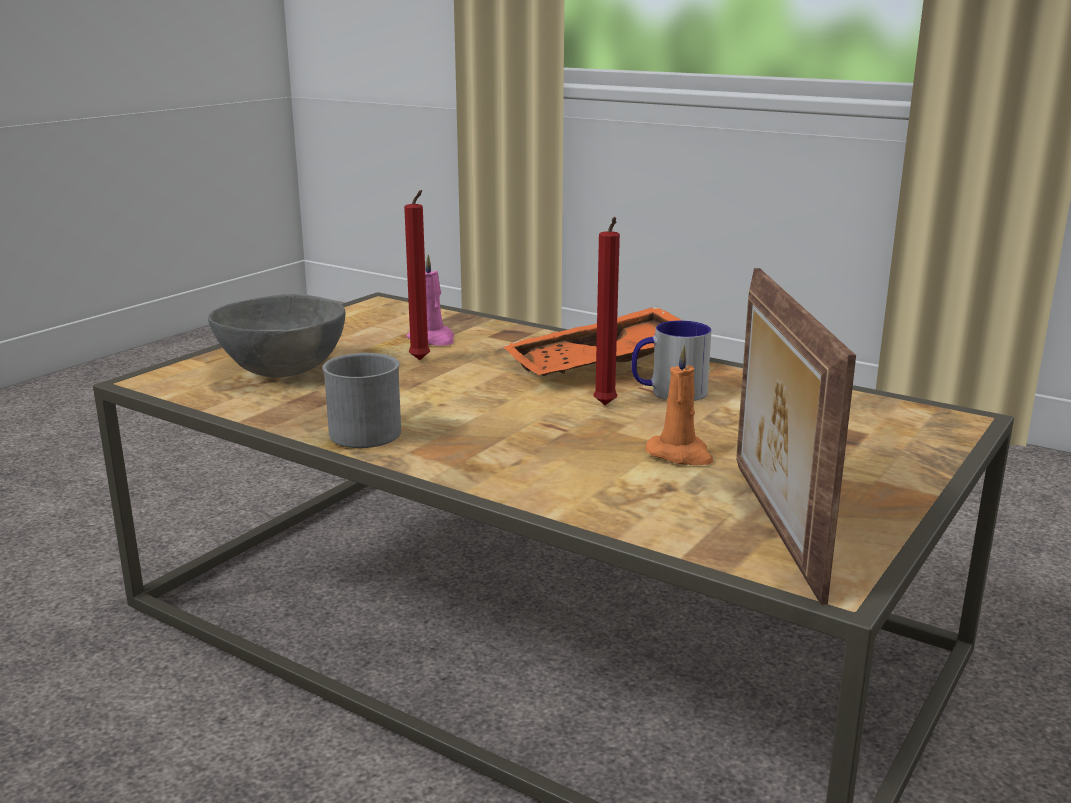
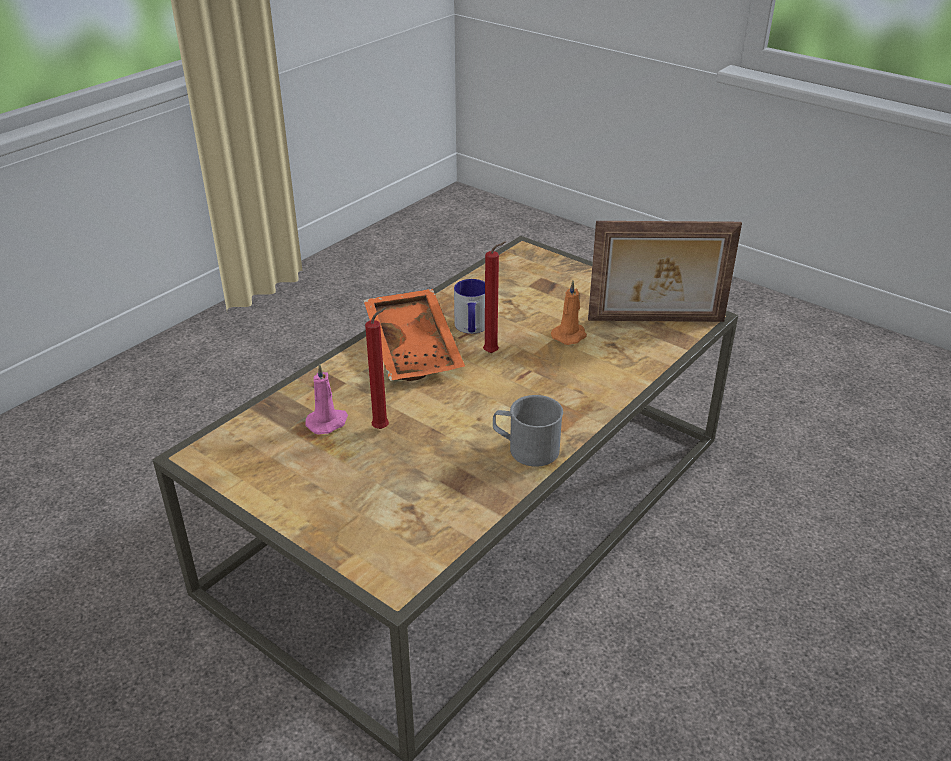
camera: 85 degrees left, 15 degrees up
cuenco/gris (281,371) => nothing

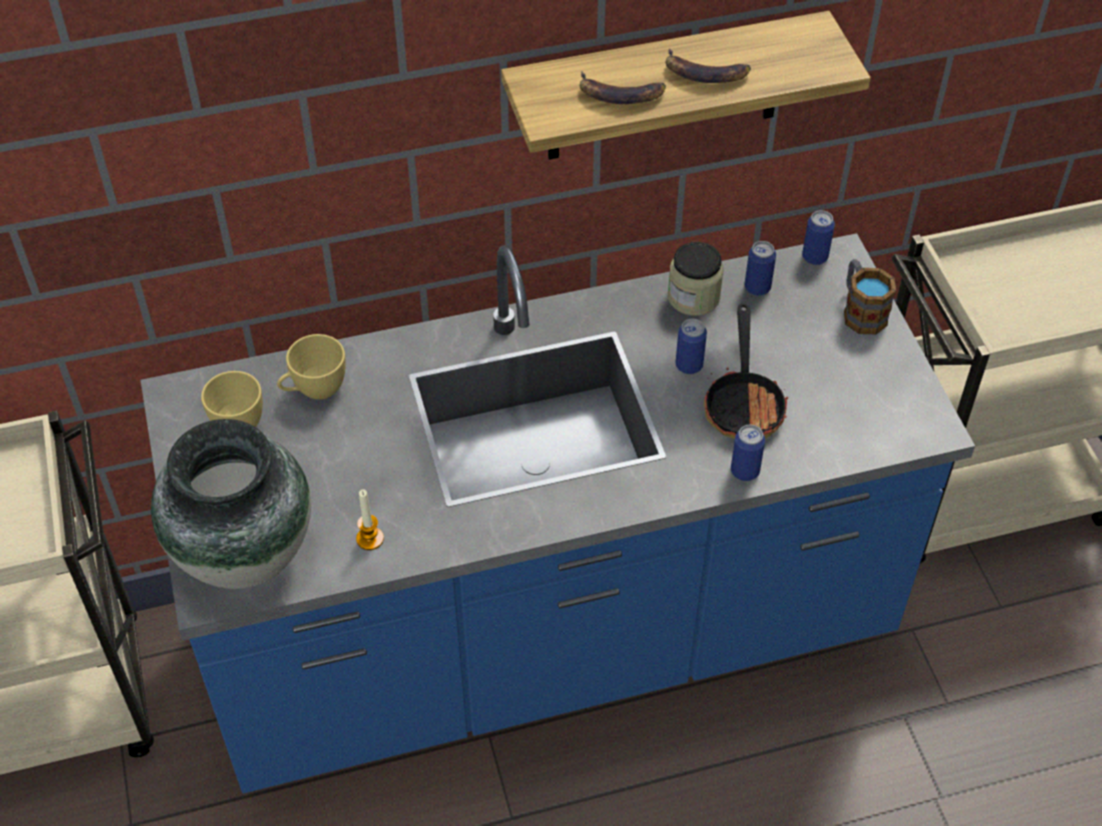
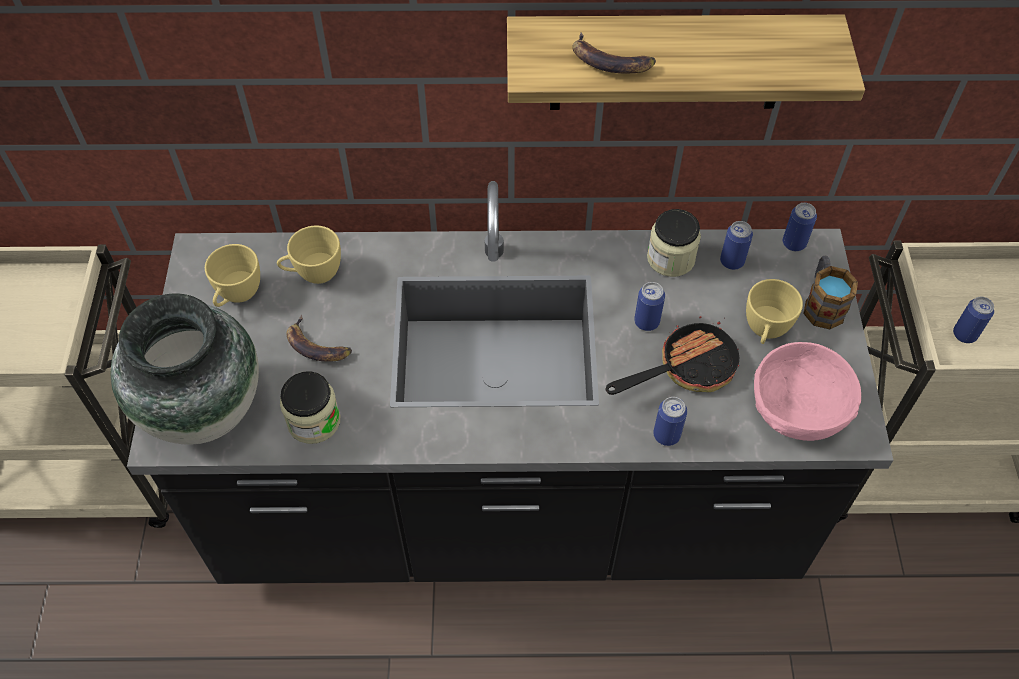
camera: 15 degrees right, 5 degrees up
mueble bajo de cocina/azul (551,636) => mueble bajo de cocina/negro (509,507)
vela (370,539) => tarro (314,421)
plátano (705,73) => plátano (317,345), shifted
sartén (744,402) => sartén (686,368), 135 degrees counterclockwise
nothing => taza/amarillo (764,331)
nothing => cuenco/rosa (796,408)
nothing => lata (964,334)

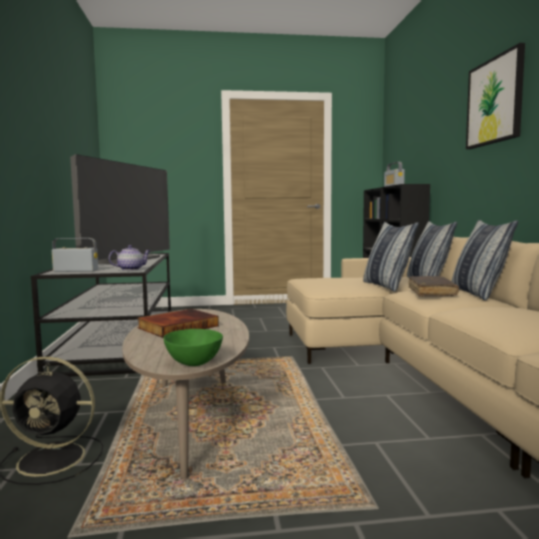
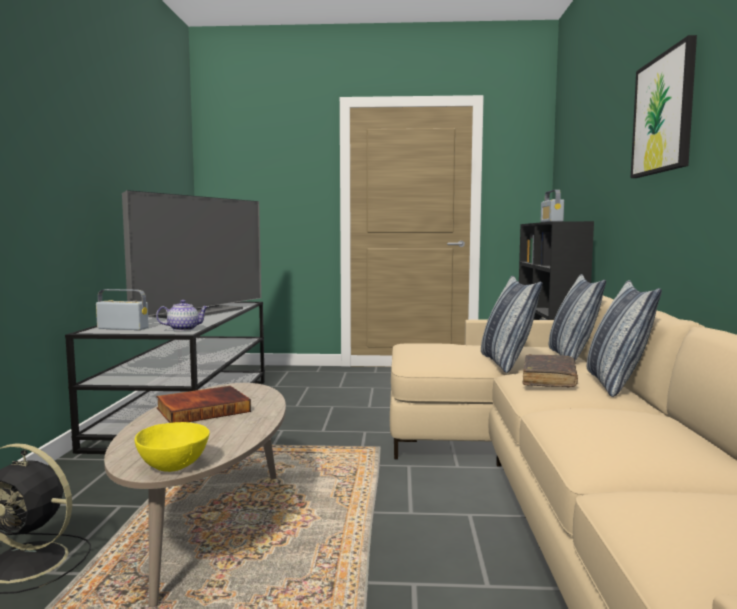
camera: 10 degrees right, 0 degrees up
cuenco/verde (194,362) => cuenco/amarillo (173,465)

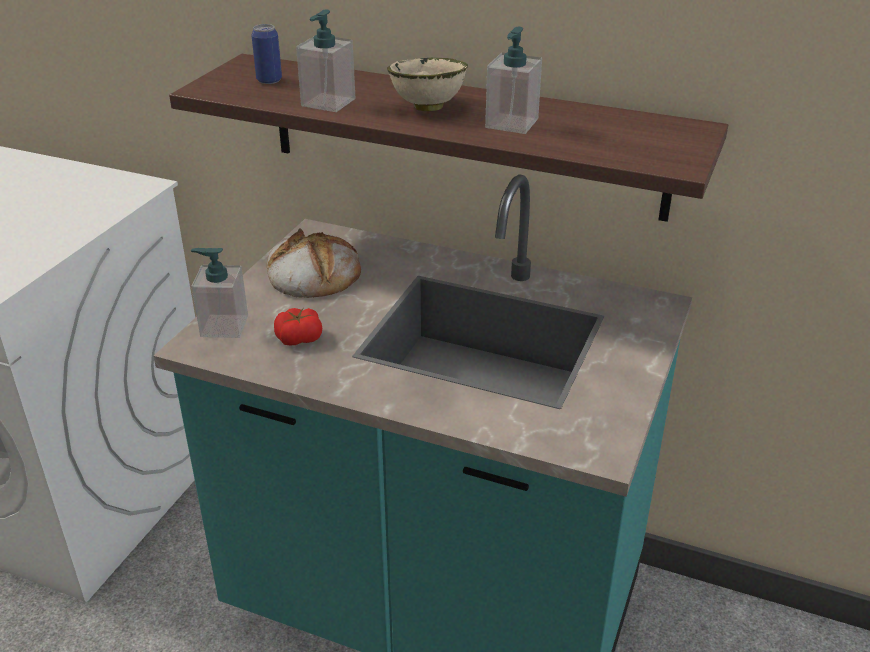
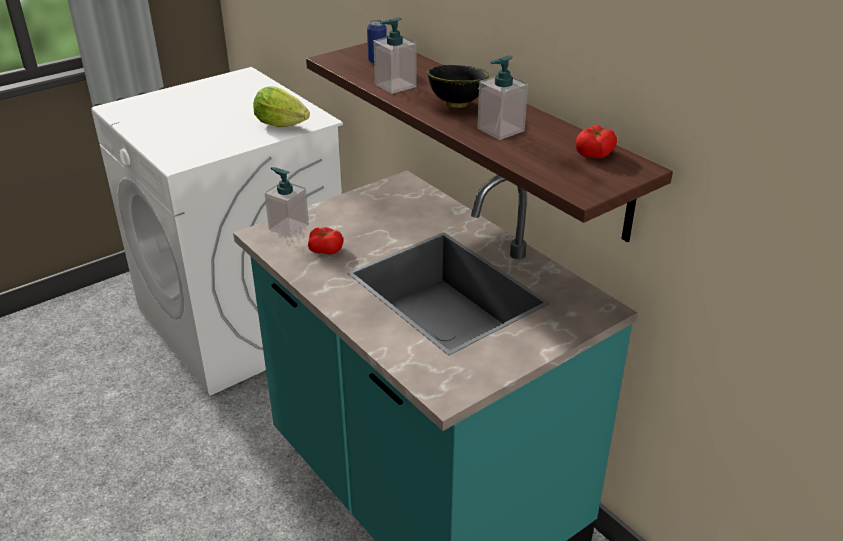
camera: 30 degrees right, 0 degrees up
pan (312,273) => nothing
cuenco/beis (426,108) => cuenco/negro (455,104)
nothing => lechuga (284,126)
nothing => tomate (594,153)

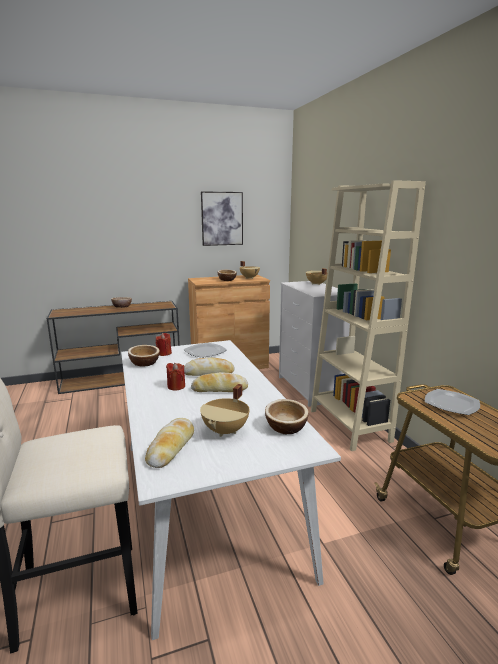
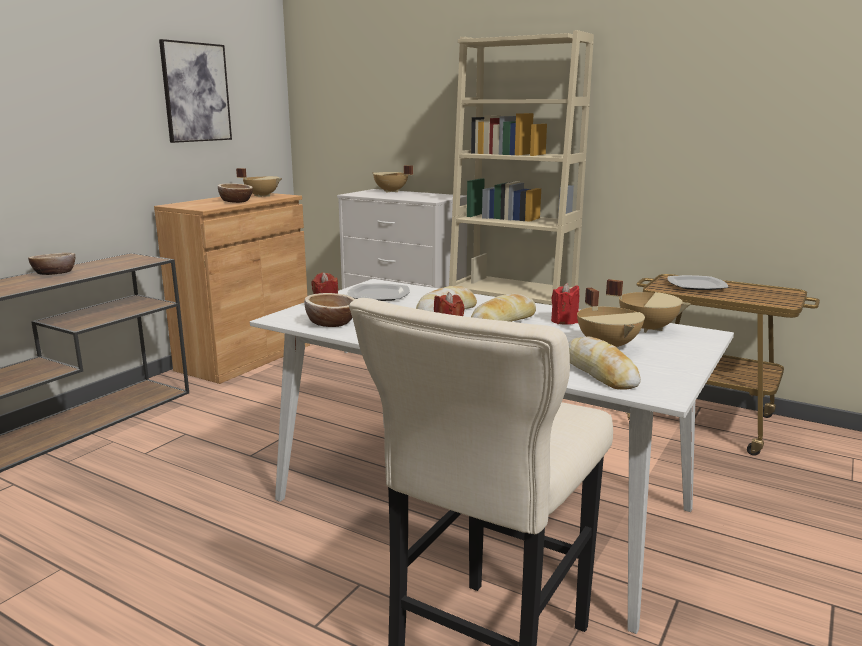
camera: 40 degrees left, 0 degrees up
cuenco (286,427) => olla/beis (647,328)
nothing => vela/rojo (564,321)

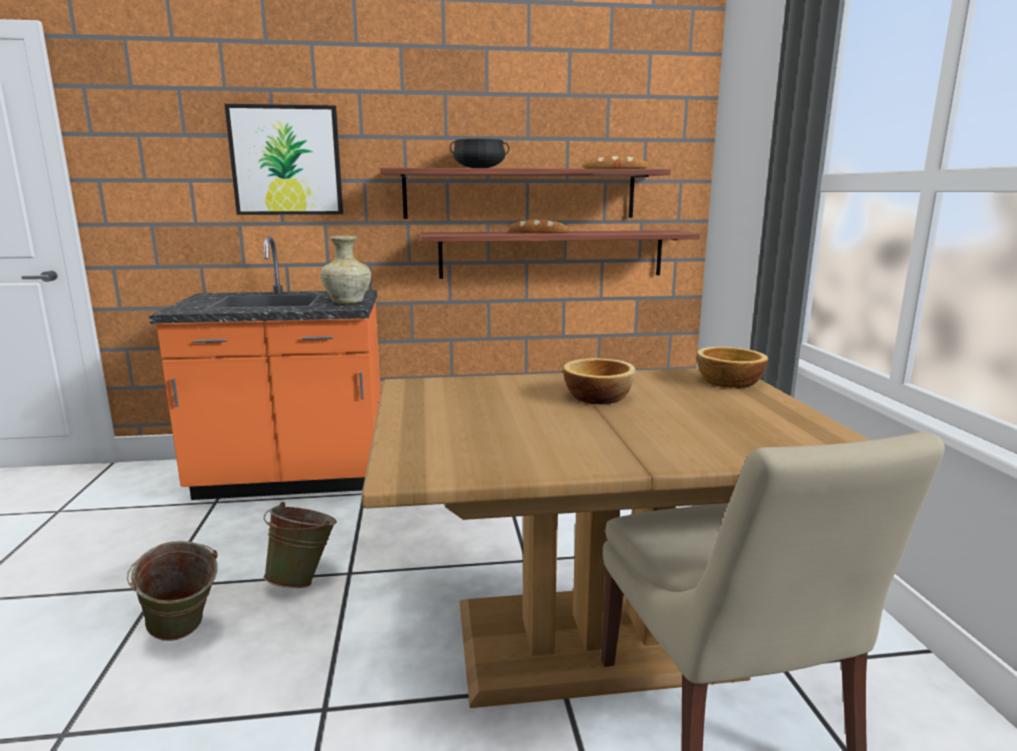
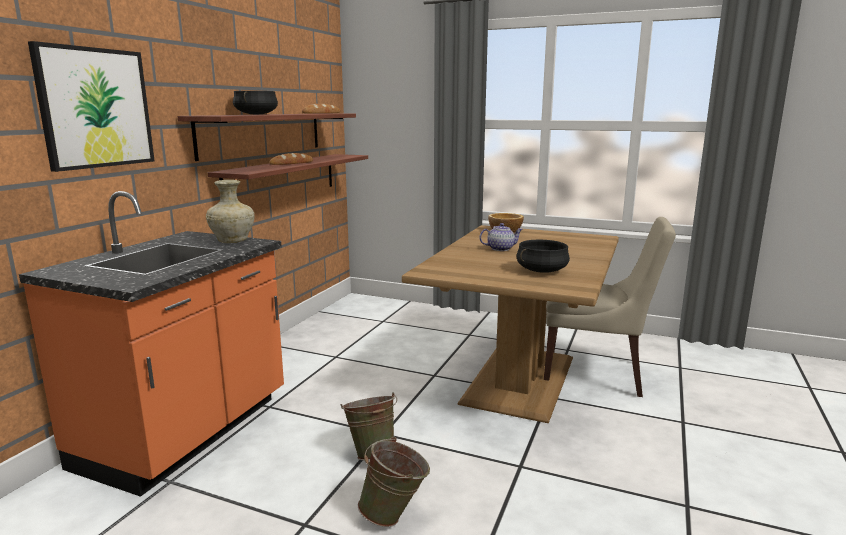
camera: 60 degrees left, 0 degrees up
cuenco (597,397) => tetera (500,248)
nothing => olla/negro (541,270)

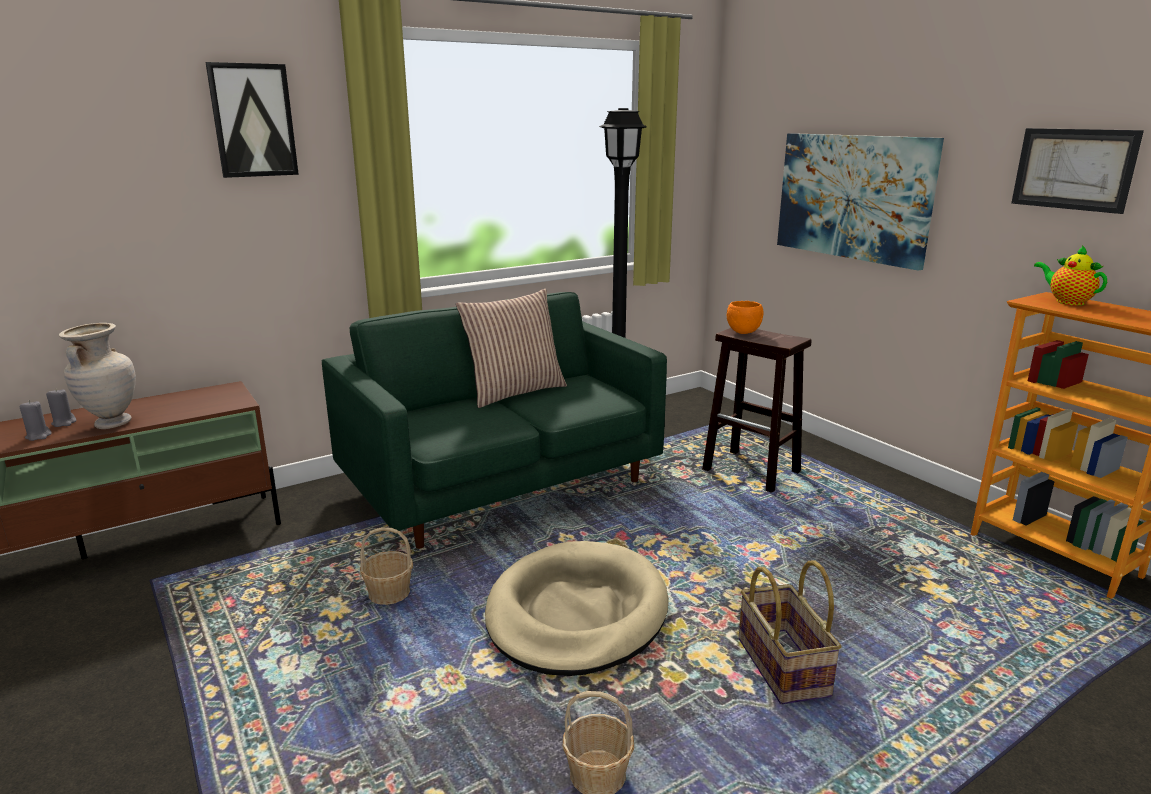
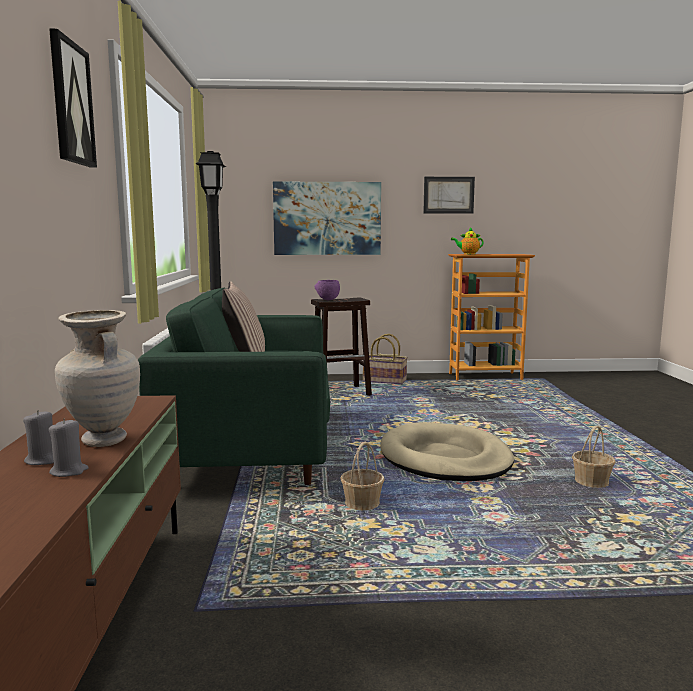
camera: 60 degrees left, 10 degrees down
cuenco/naranja (743,332) => cuenco/morado (327,300)
cesta (780,666) => cesta (384,381), shifted

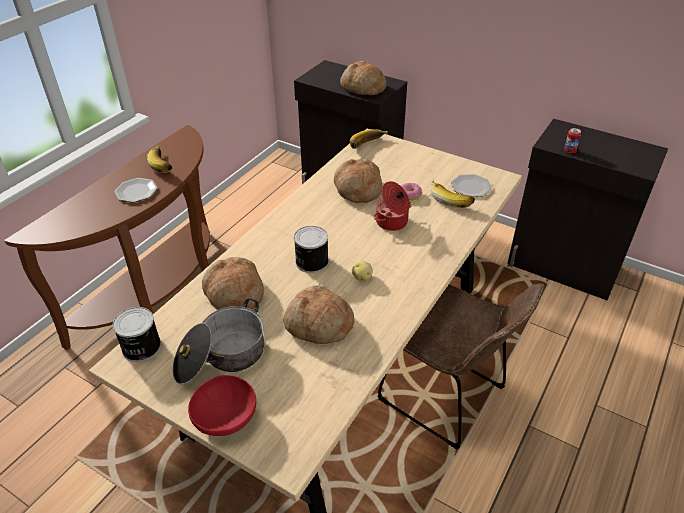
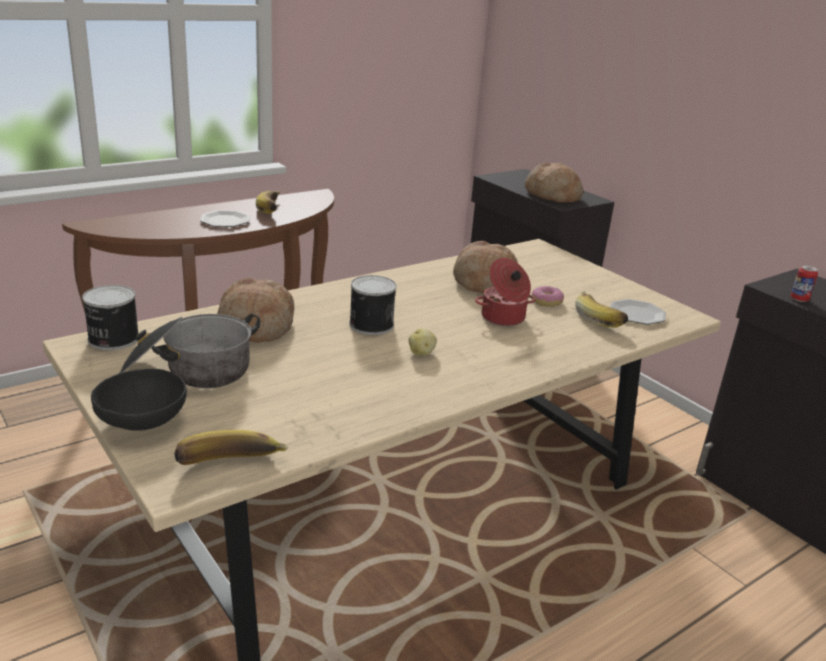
camera: 20 degrees right, 15 degrees down
cuenco/rojo (226,419) => cuenco/negro (142,423)
pan (318,324) => nothing
plátano (368,145) => plátano (230,466), shifted
silla/marrón (447,397) => nothing

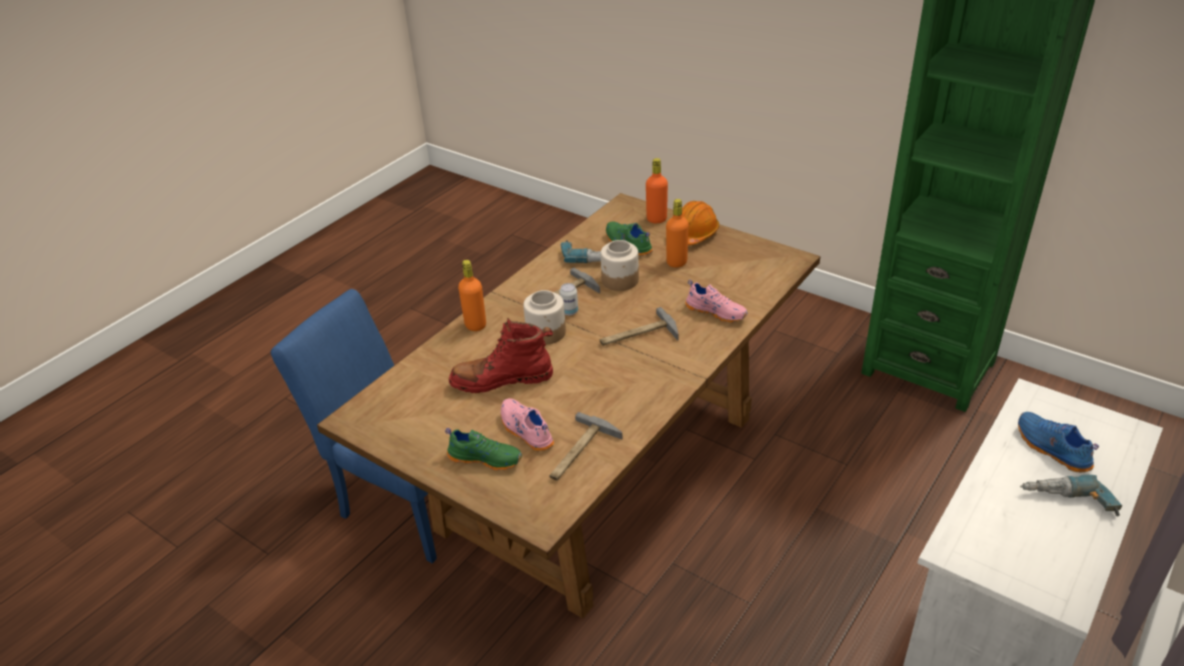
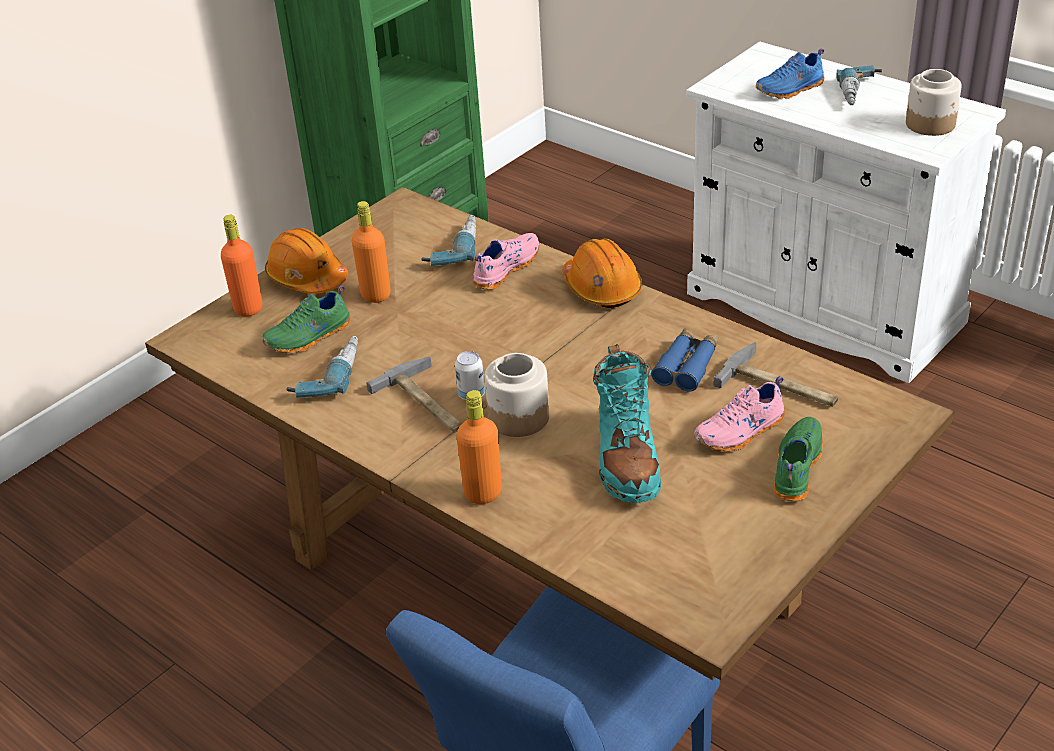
camera: 85 degrees left, 0 degrees up
bota/rojo (502,380) => bota/turquesa (626,458)
martillo (638,335) => nothing
tarro (620,280) => tarro (931,124), shifted
nothing => taladro (452,248)
nothing => casco/naranja (602,288)
nothing => prismáticos/azul (687,366)

